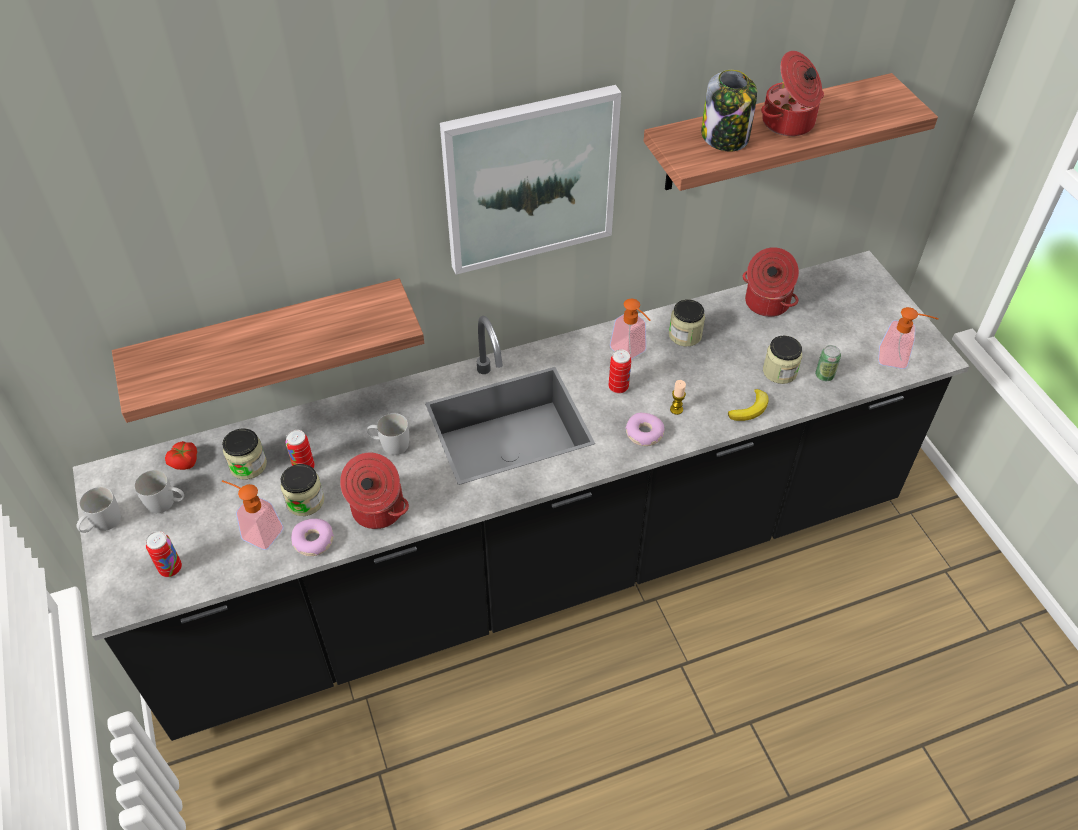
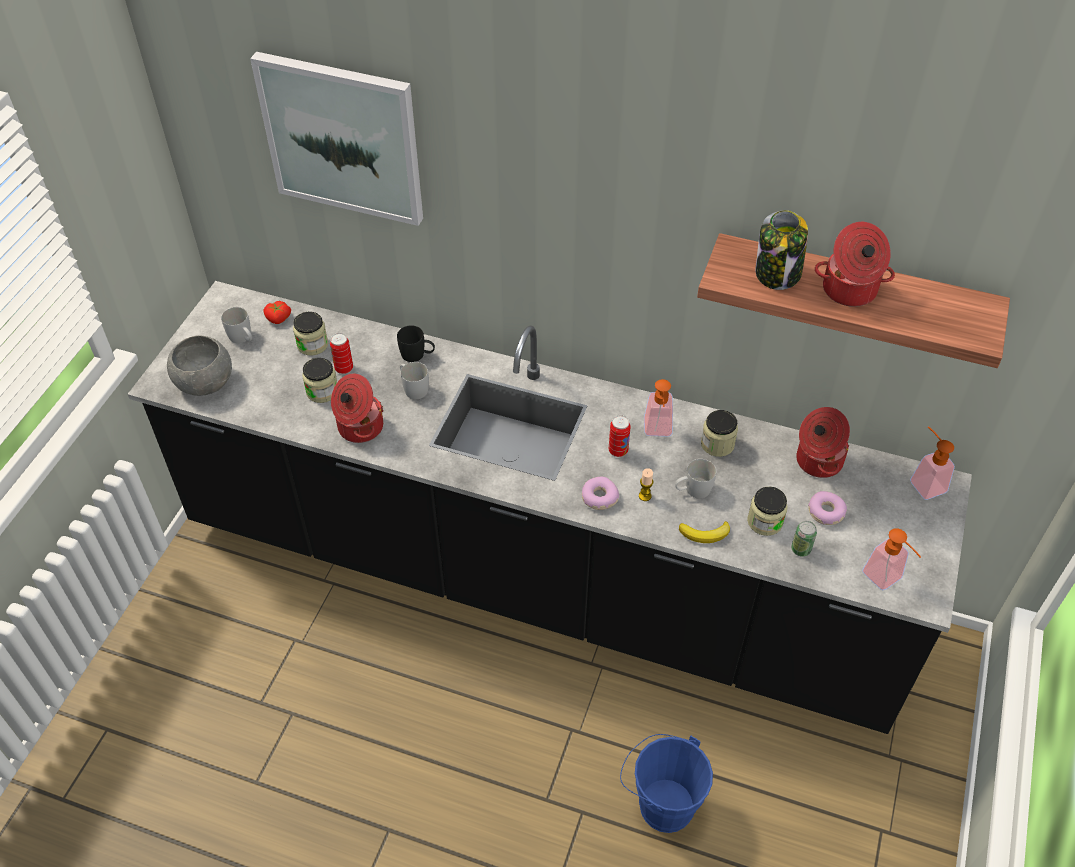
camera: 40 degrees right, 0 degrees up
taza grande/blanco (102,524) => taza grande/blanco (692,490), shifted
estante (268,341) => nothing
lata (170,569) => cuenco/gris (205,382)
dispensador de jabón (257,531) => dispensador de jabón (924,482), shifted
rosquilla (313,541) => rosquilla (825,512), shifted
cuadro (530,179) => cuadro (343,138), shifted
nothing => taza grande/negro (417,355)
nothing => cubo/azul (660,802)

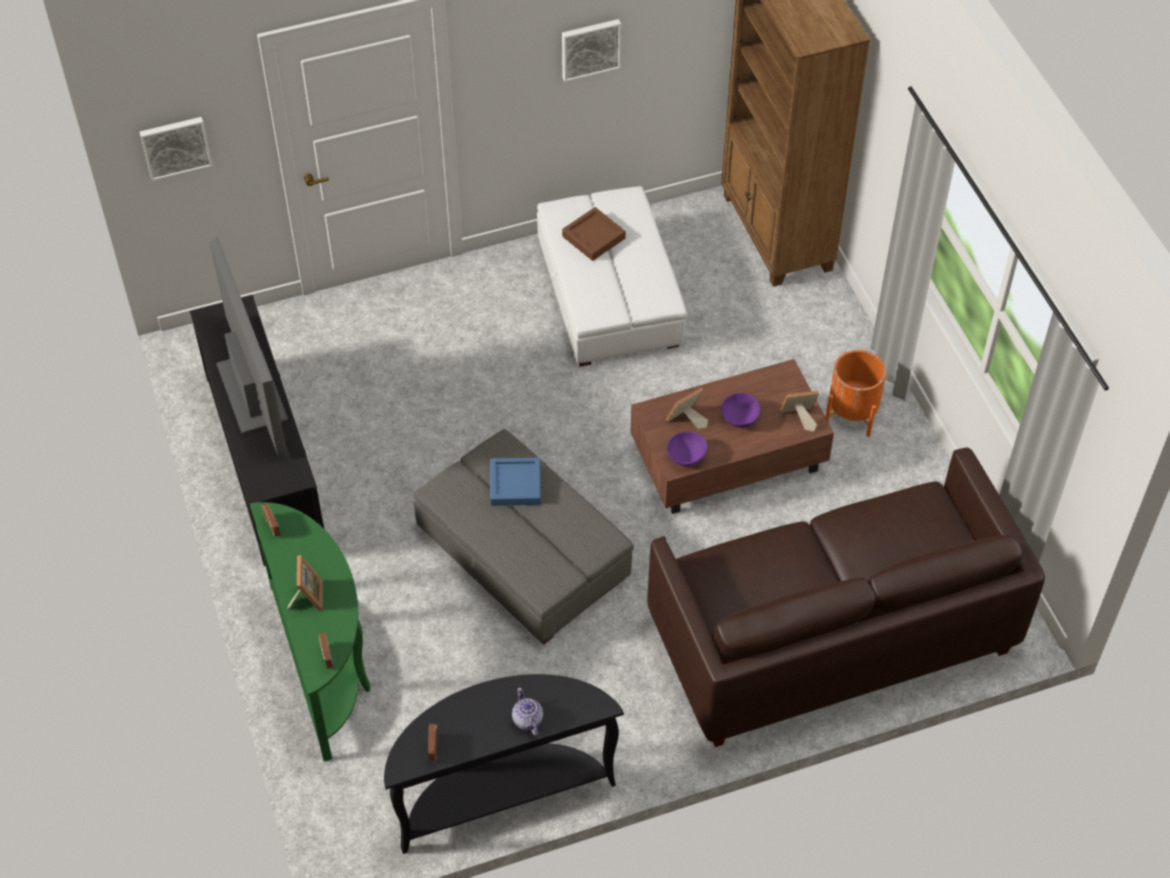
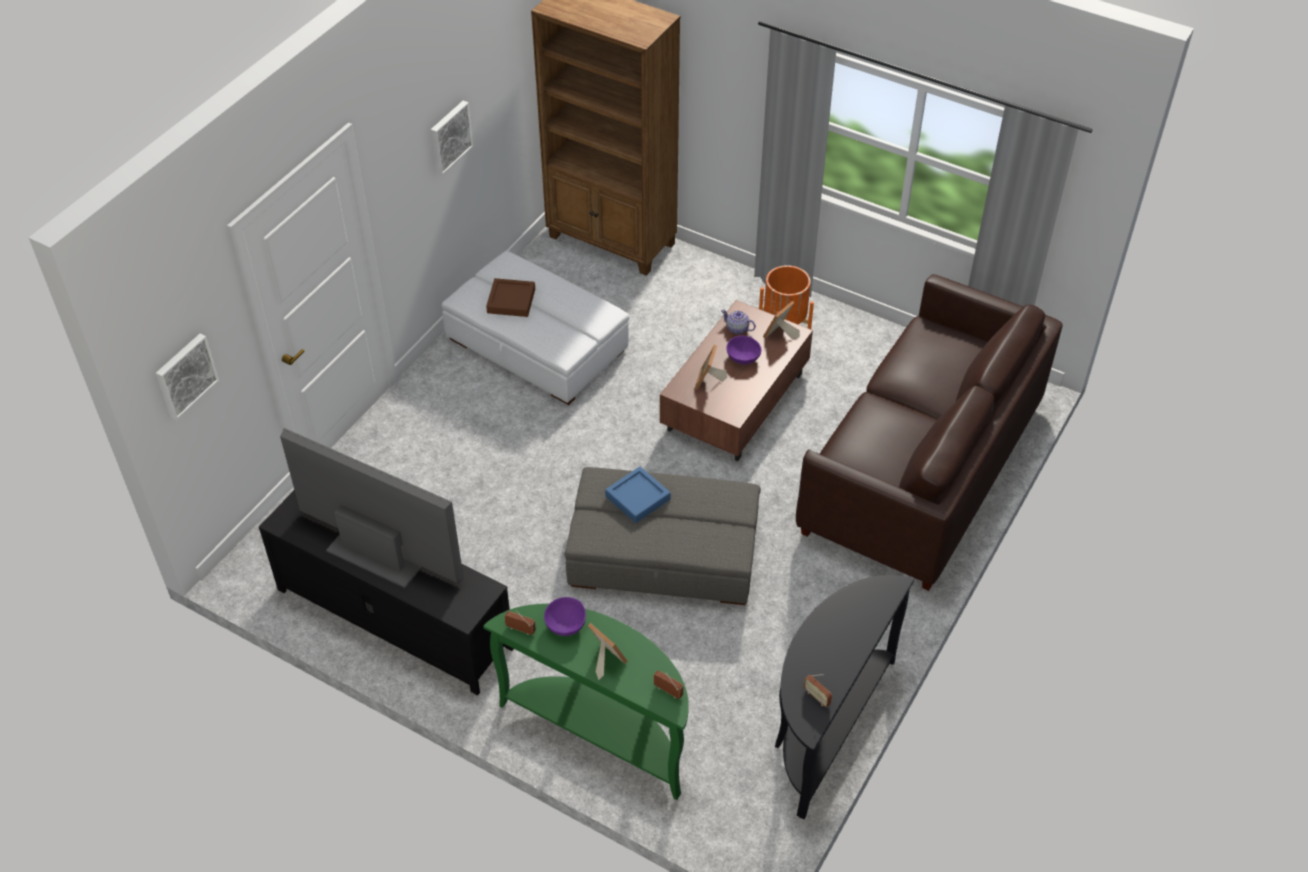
camera: 40 degrees left, 5 degrees down
tetera (527,720) => tetera (737,329), shifted
cuenco/morado (686,457) => cuenco/morado (566,625), shifted

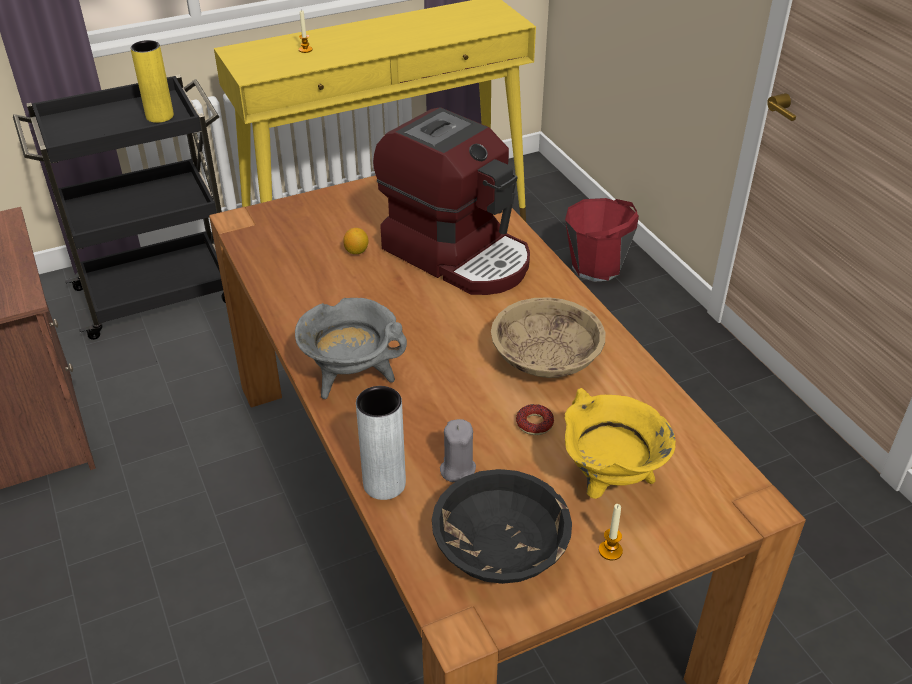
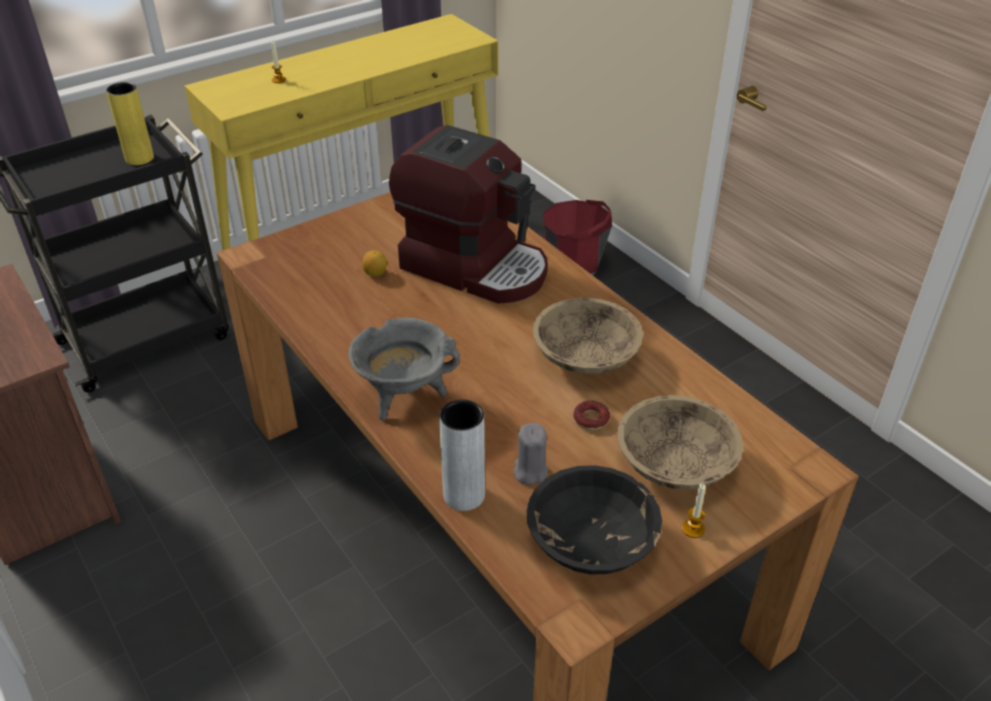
camera: 10 degrees left, 0 degrees up
olla/amarillo (609,482) => cuenco/beis (675,465)

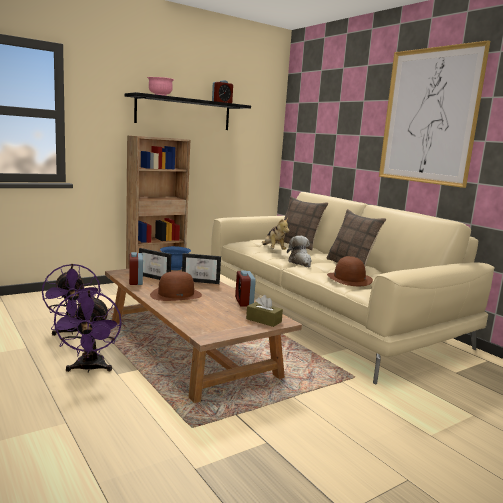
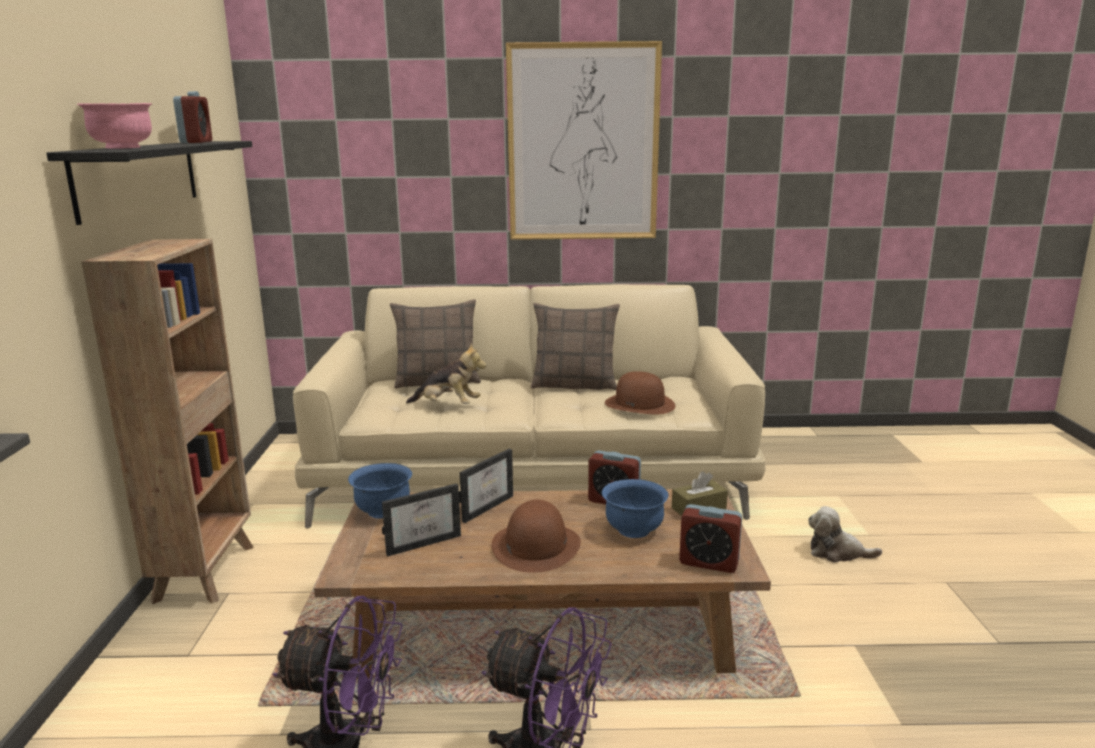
camera: 55 degrees left, 5 degrees up
despertador (135,281) => despertador (709,562), shifted
peluche (300,262) => peluche (837,552), shifted
nothing => cuenco/azul (634,530)

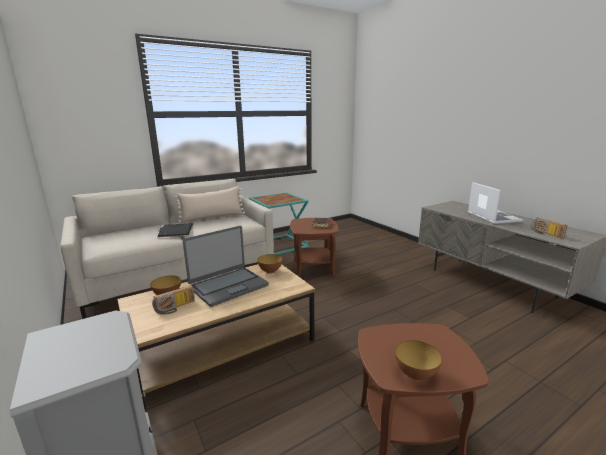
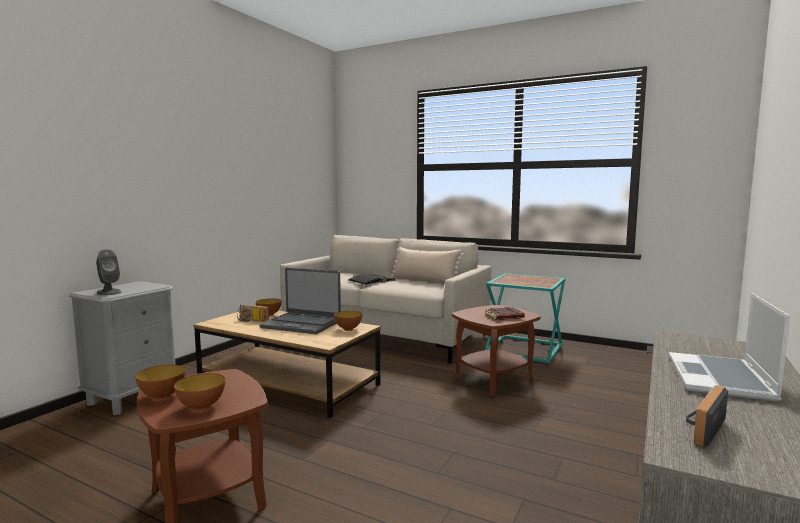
camera: 60 degrees right, 10 degrees down
portátil (492,217) => portátil (721,379), 150 degrees clockwise
nothing => altavoz/gris (109,292)
nothing => cuenco (201,407)

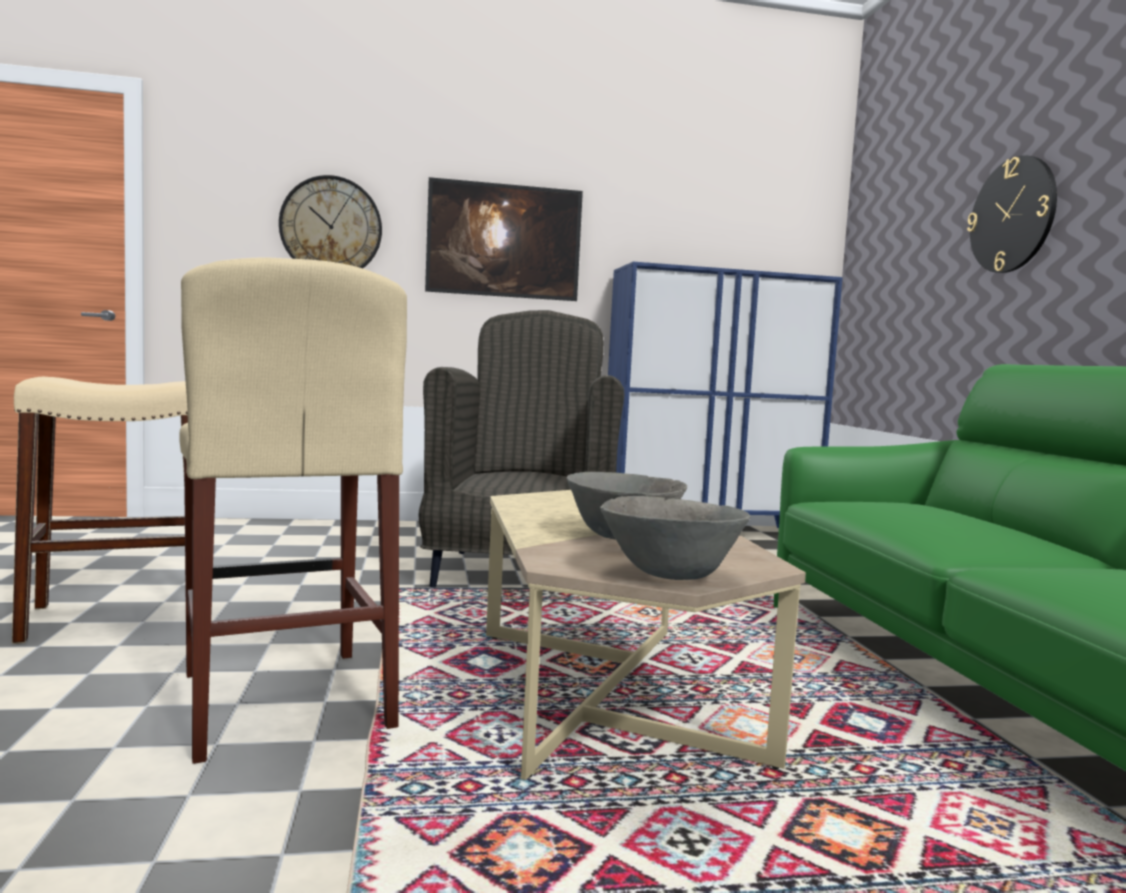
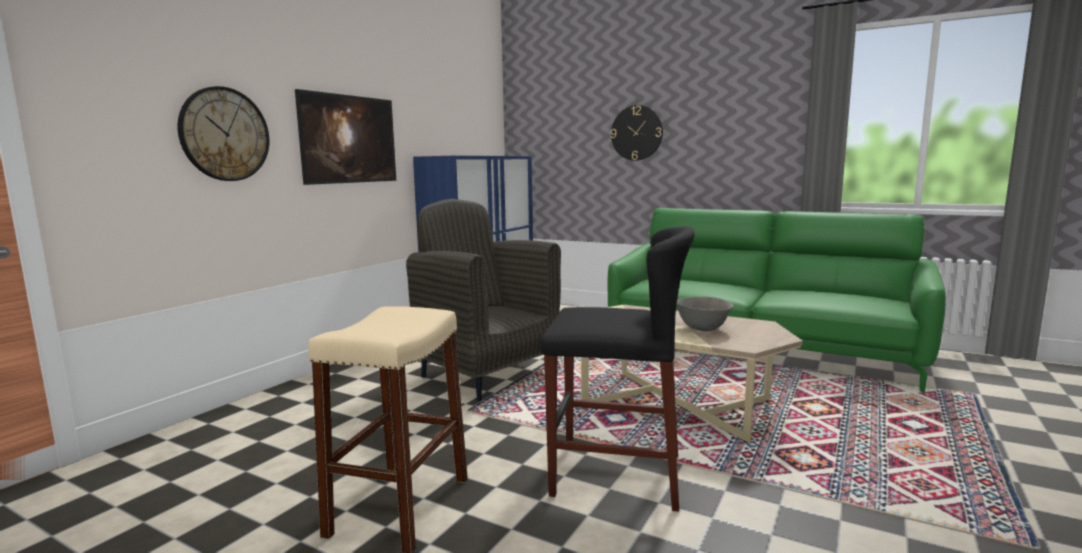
camera: 50 degrees left, 5 degrees up
taburete/beis (284,699) => taburete/negro (616,475)
cuenco/gris (670,576) => nothing

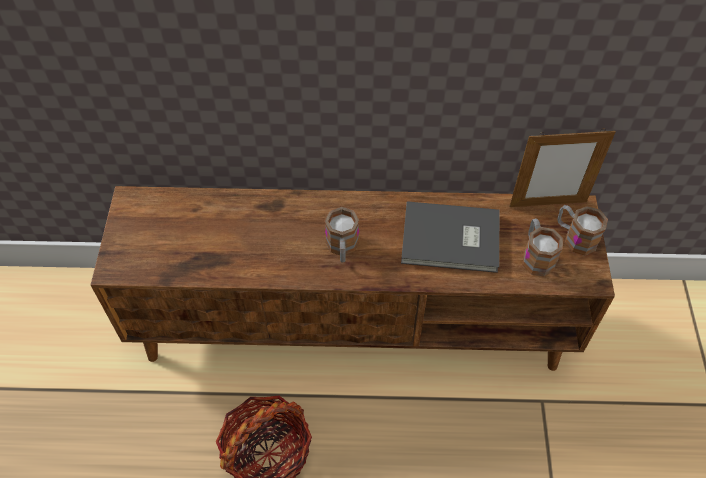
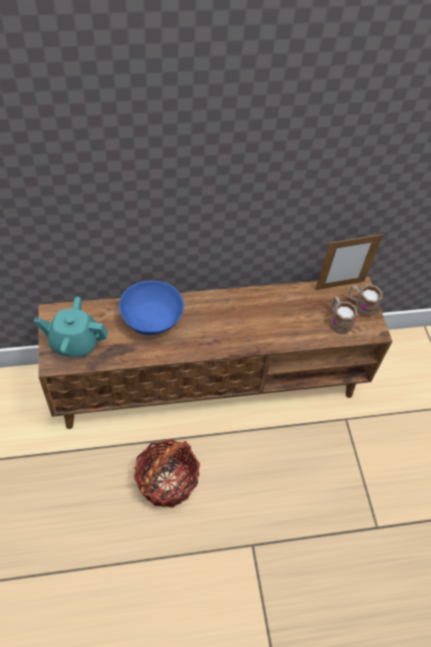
camera: 15 degrees left, 0 degrees up
taza grande (342,248) => nothing
libro/gris (452,241) => nothing
nothing => tetera/turquesa (74,342)
nothing => cuenco/azul (152,318)

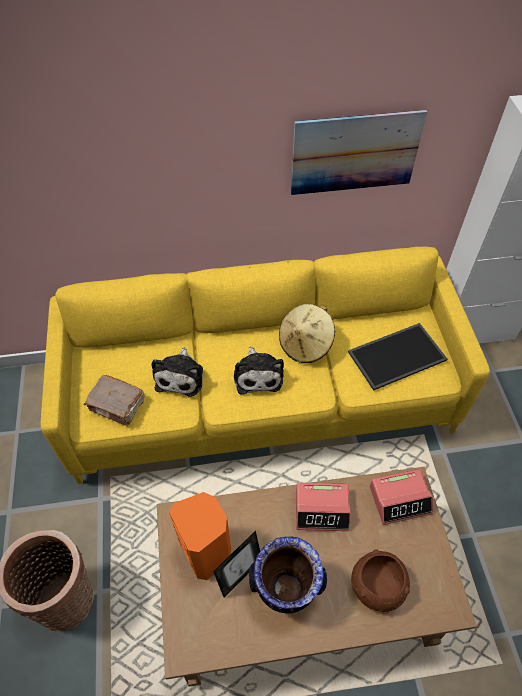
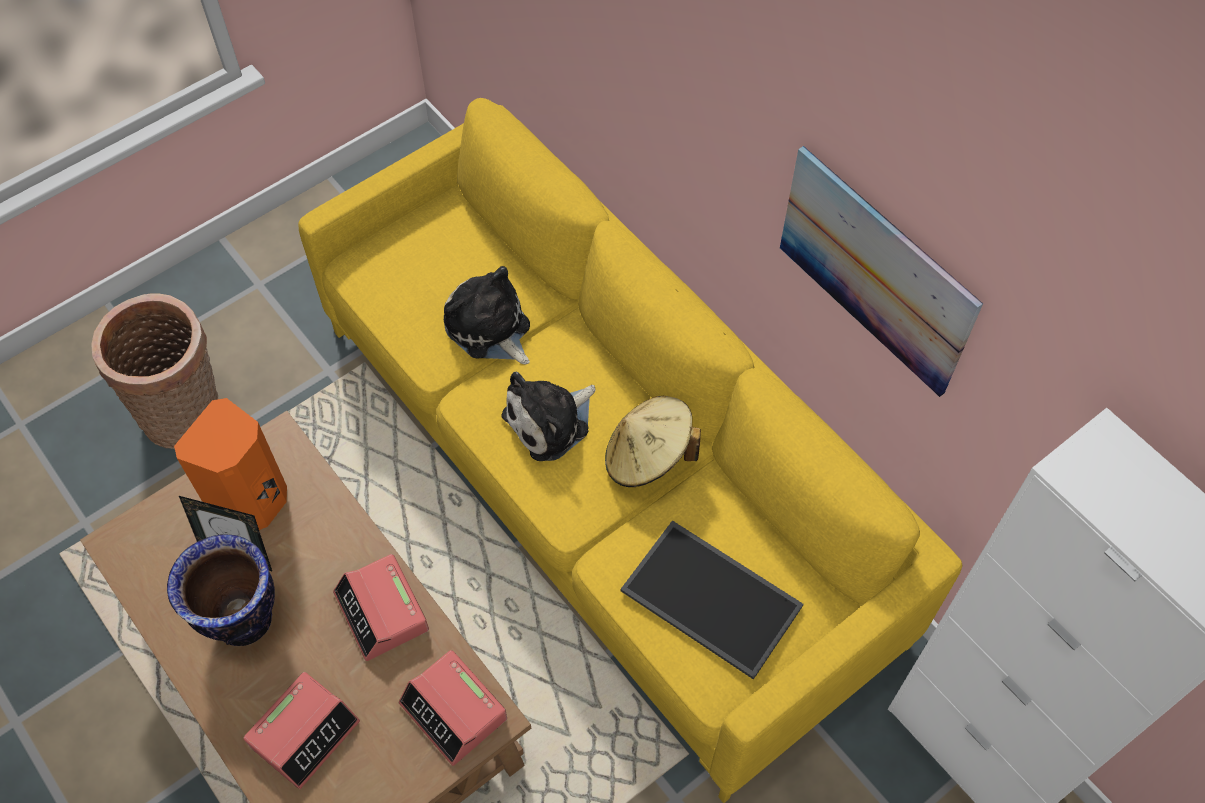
camera: 60 degrees right, 5 degrees up
libro/marrón (117,405) => nothing
peluche (180,376) => peluche (489,329), 75 degrees clockwise
cuenco/marrón (377,585) => despertador (305,733)

